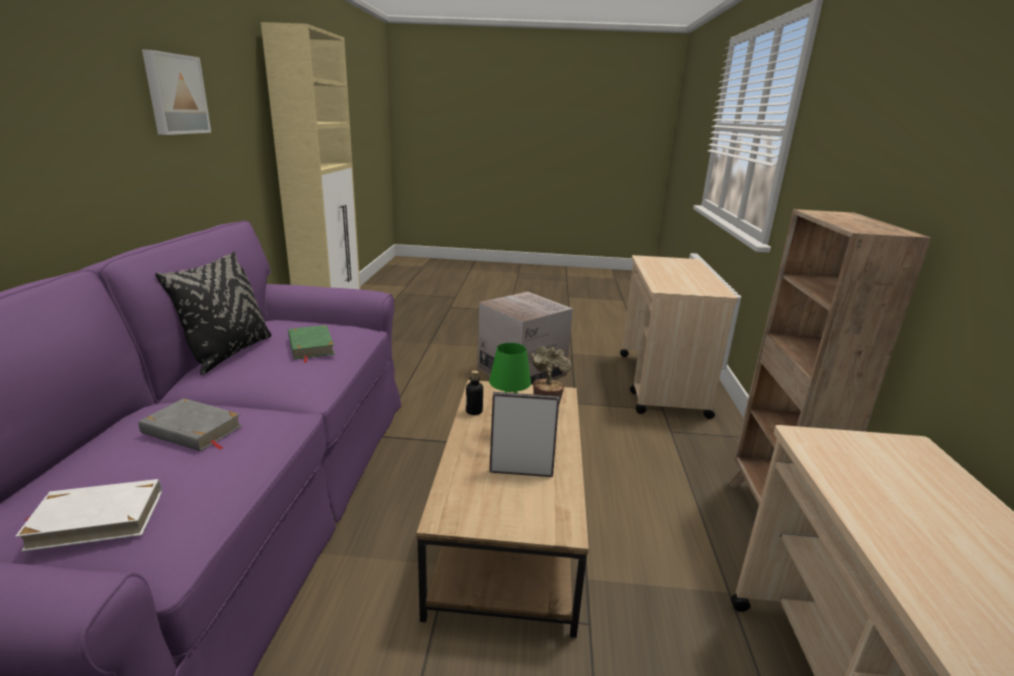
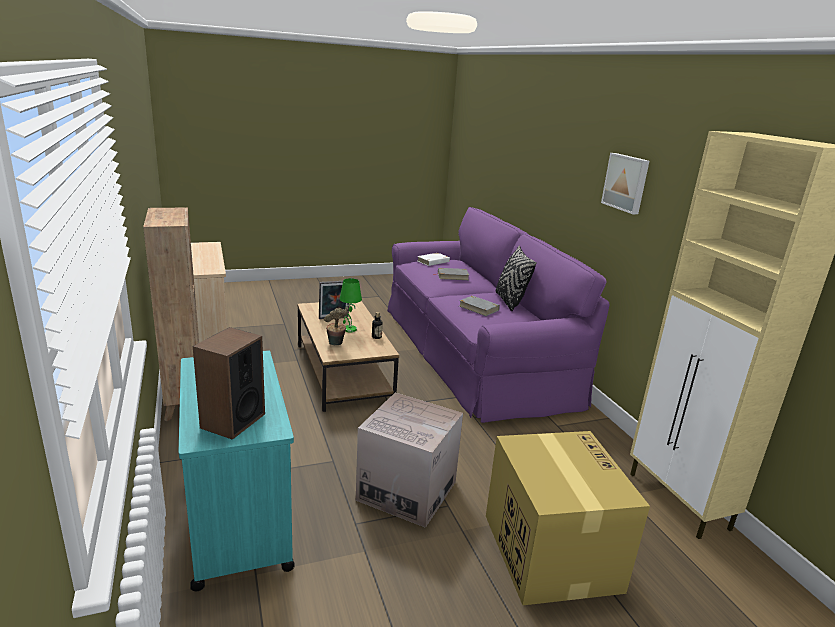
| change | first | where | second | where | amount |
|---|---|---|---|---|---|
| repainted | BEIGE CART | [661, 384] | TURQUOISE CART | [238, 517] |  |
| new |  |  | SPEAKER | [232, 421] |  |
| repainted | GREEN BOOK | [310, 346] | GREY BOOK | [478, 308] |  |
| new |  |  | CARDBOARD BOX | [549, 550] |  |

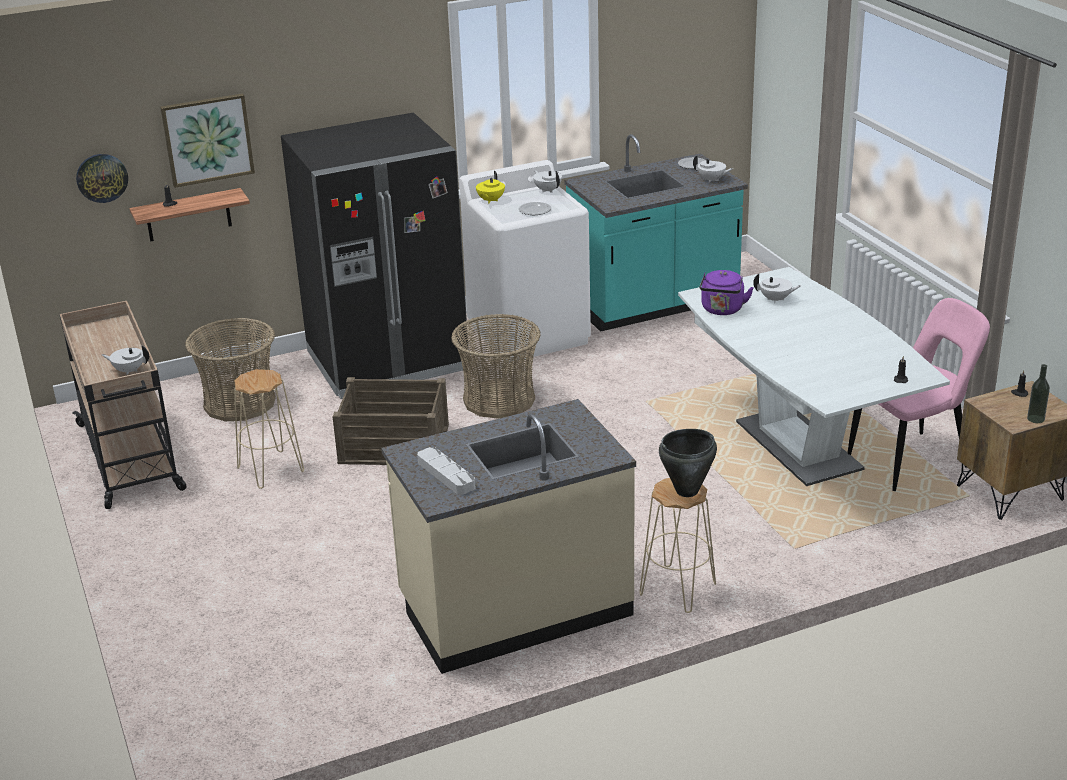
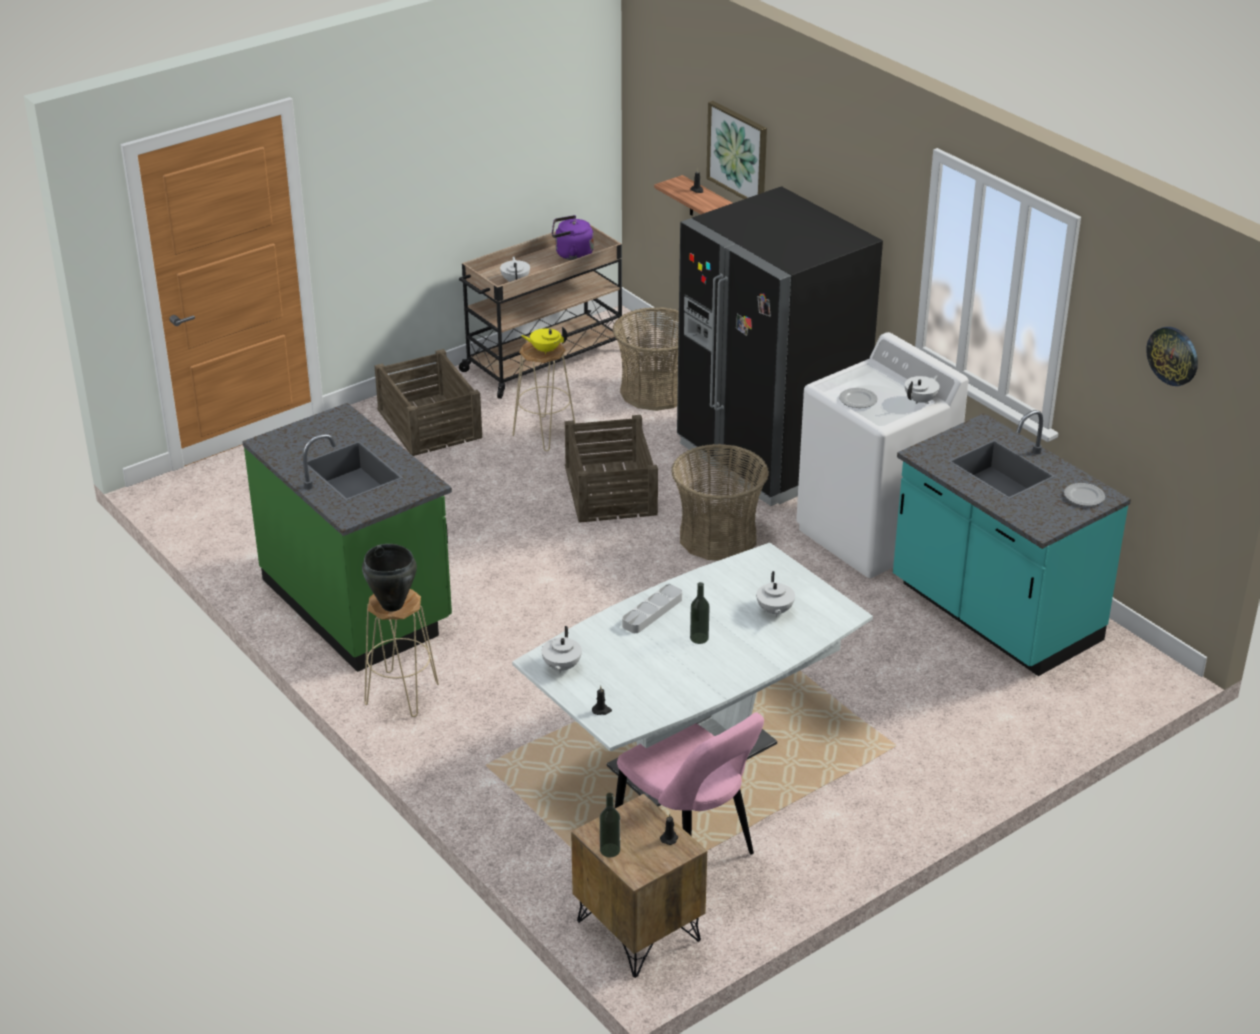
| change | first | where | second | where | amount |
|---|---|---|---|---|---|
| repainted | BEIGE COUNTER | [514, 607] | GREEN COUNTER | [358, 603] |  |
| new |  |  | CRATE | [430, 423] |  |
| shifted | YELLOW TEAPOT | [490, 200] |  | [545, 350] |  |
| shifted | WHITE TEAPOT | [711, 180] |  | [561, 667] |  |
| shifted | PURPLE KETTLE | [722, 310] |  | [571, 254] |  |
| shifted | GREY TRAY | [446, 474] |  | [652, 612] |  |
| new |  |  | BOTTLE | [699, 638] |  |
| shifted | WALL CLOCK | [102, 177] |  | [1173, 355] |  |

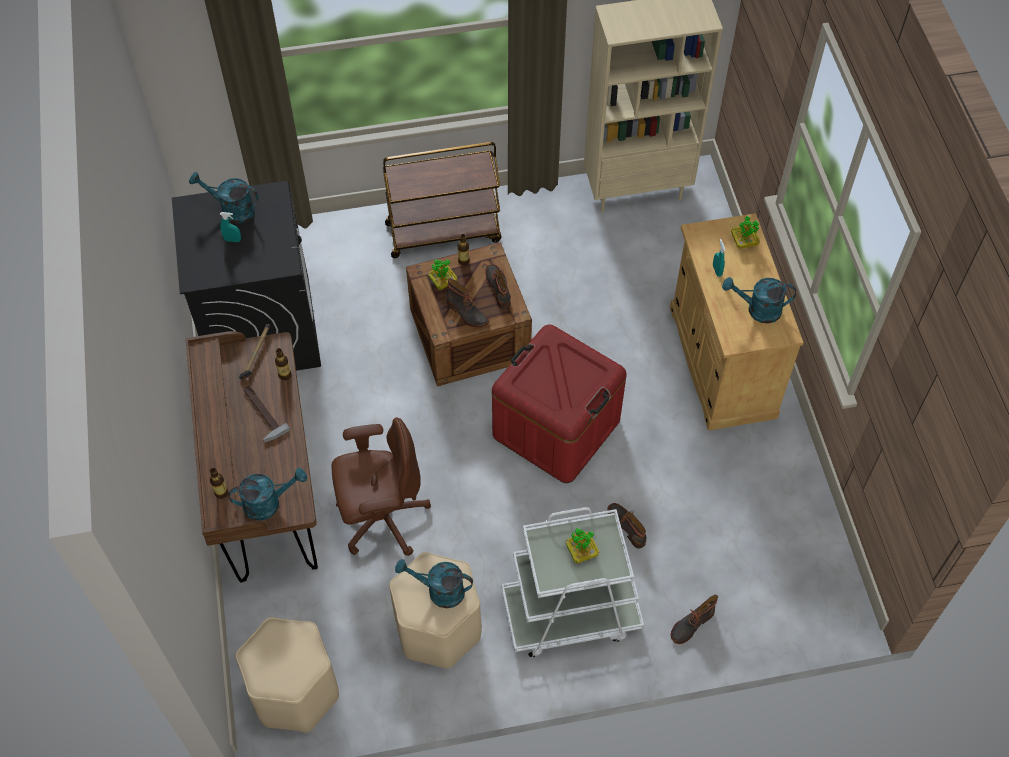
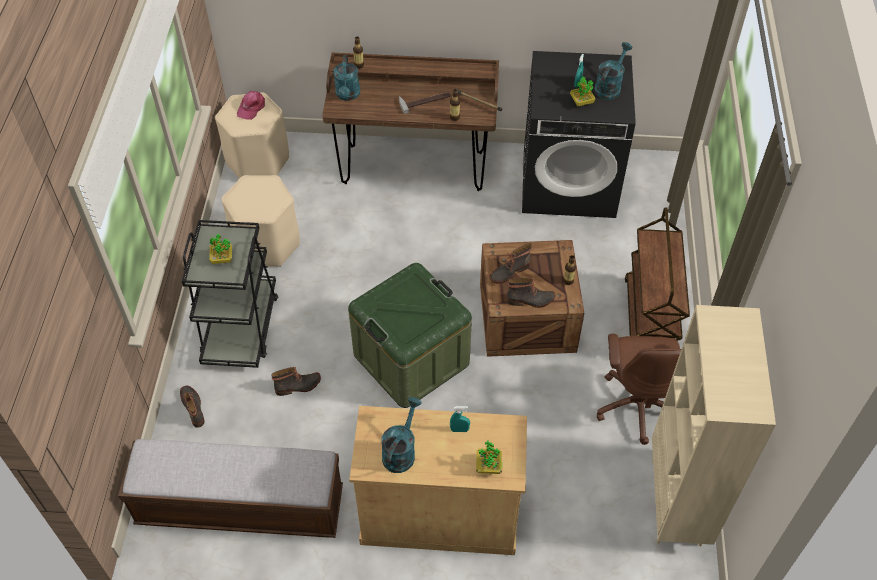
| change | first | where | second | where | amount |
|---|---|---|---|---|---|
| new |  |  | BENCH | [240, 507] |  |
| repainted | WHITE CART | [570, 613] | BLACK CART | [241, 327] |  |
| new |  |  | PINK CAP | [251, 107] |  |
| repainted | RED STORAGE BOX | [556, 428] | GREEN STORAGE BOX | [411, 359] |  |
| shifted | POTTED PLANT | [443, 282] |  | [581, 102] |  |
| shifted | BROWN OFFICE CHAIR | [381, 518] |  | [637, 405] |  |
| gone | TURQUOISE WATERING CAN | [439, 591] |  |  |  |

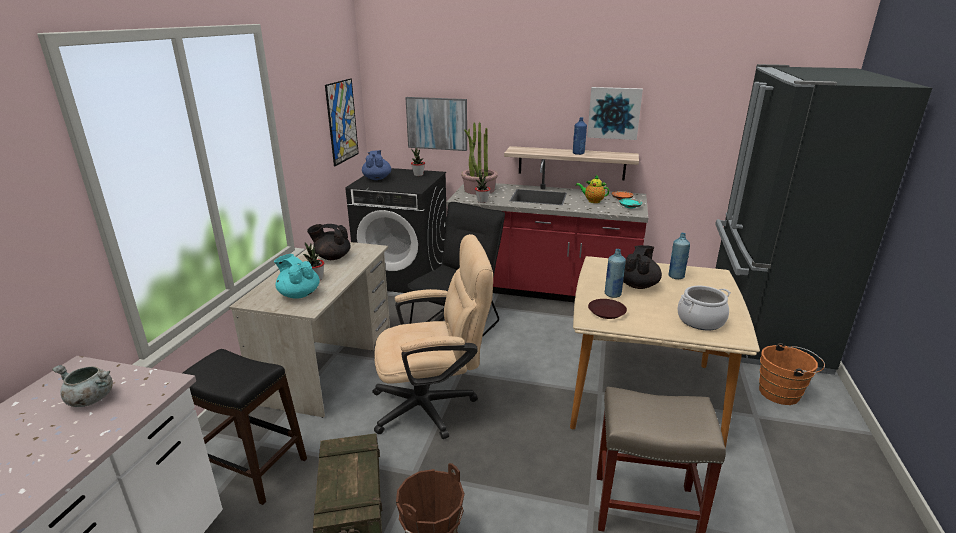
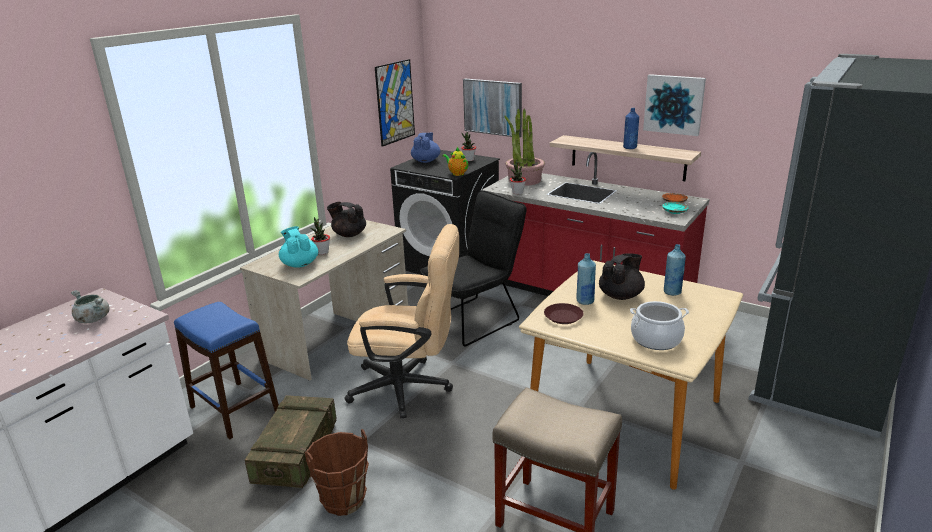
| change | first | where | second | where | amount |
|---|---|---|---|---|---|
| repainted | BLACK STOOL | [251, 468] | BLUE STOOL | [234, 409] |  |
| shifted | TEAPOT | [592, 201] |  | [457, 173] |  |
| gone | ORANGE BUCKET | [782, 393] |  |  |  |

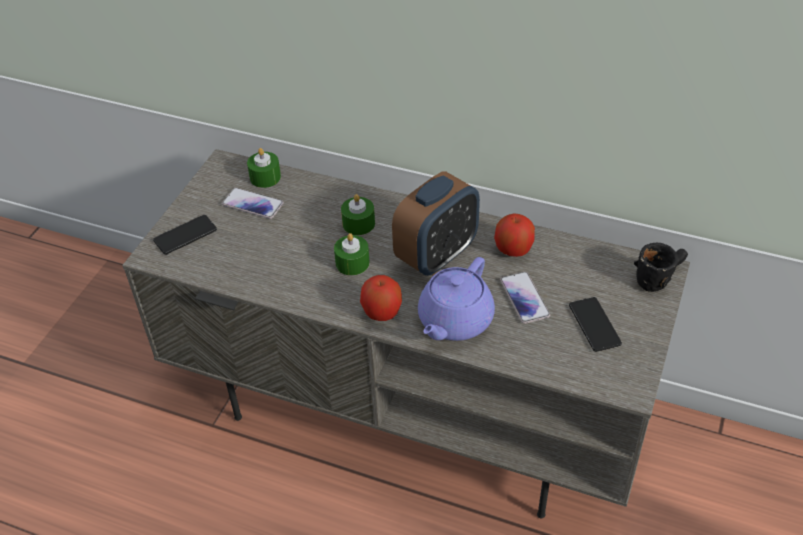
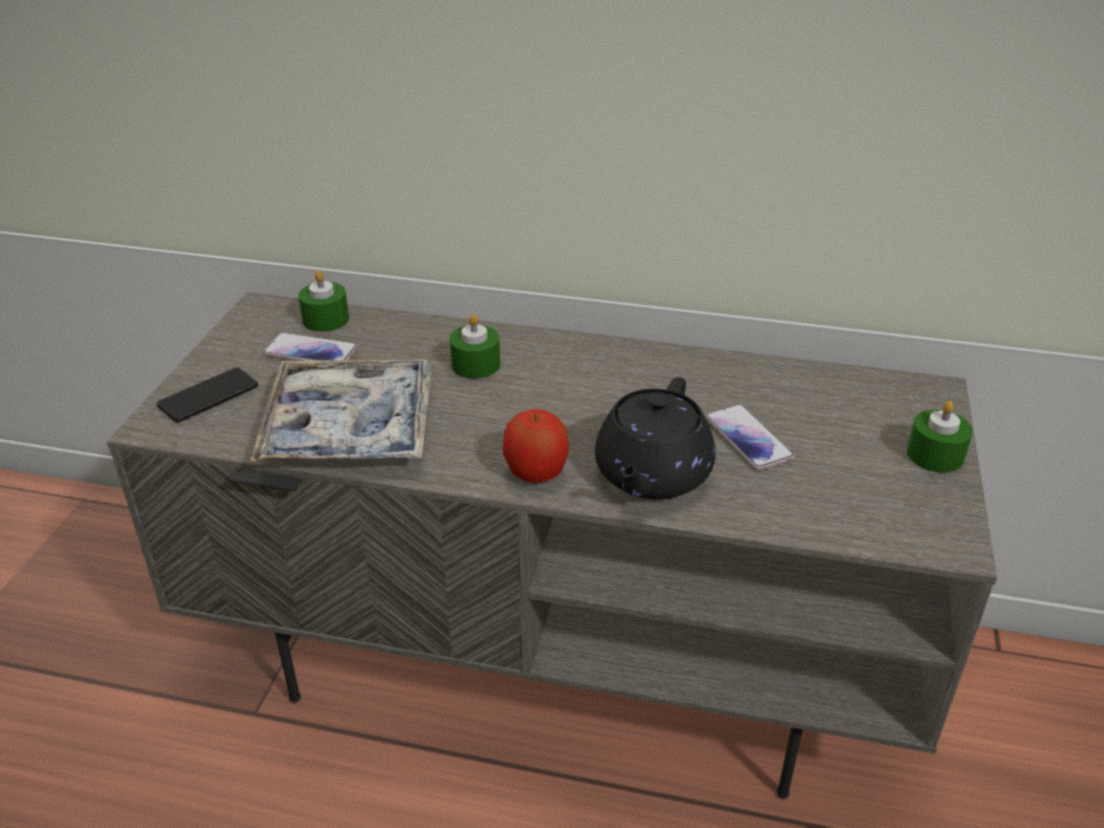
| change | first | where | second | where | amount |
|---|---|---|---|---|---|
| new |  |  | TRAY | [350, 427] |  |
| repainted | PURPLE TEAPOT | [454, 321] | BLACK TEAPOT | [651, 475] |  |
| shifted | GREEN CANDLE | [352, 263] |  | [935, 455] |  |
| gone | ALARM CLOCK | [437, 255] |  |  |  |
| gone | APPLE | [513, 249] |  |  |  |
| gone | PHONE | [594, 325] |  |  |  |
| gone | BLACK MUG | [658, 276] |  |  |  |

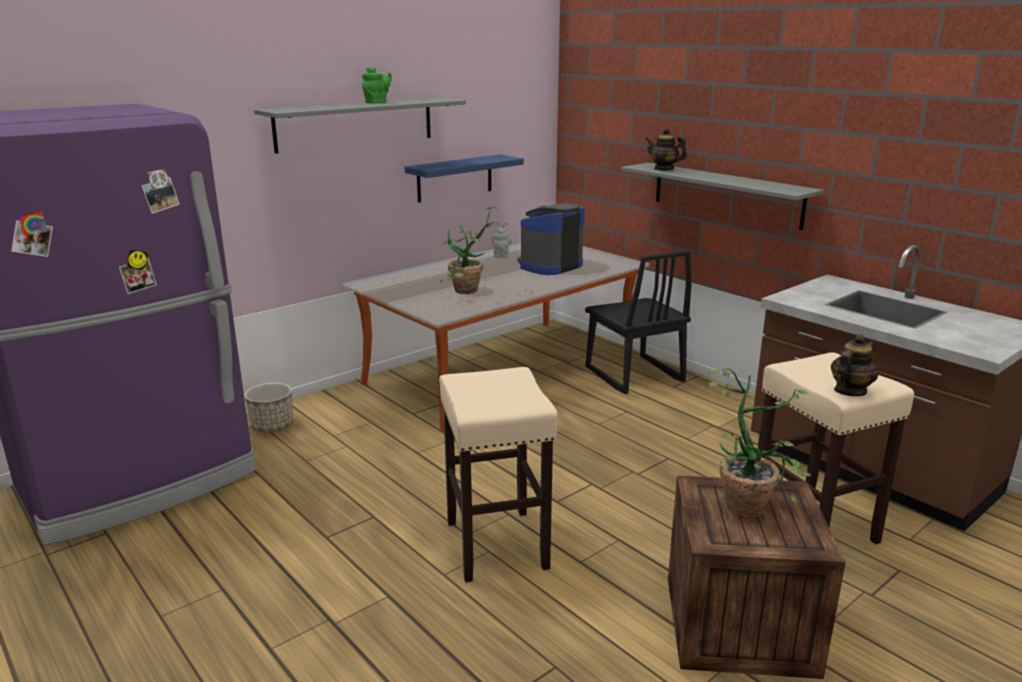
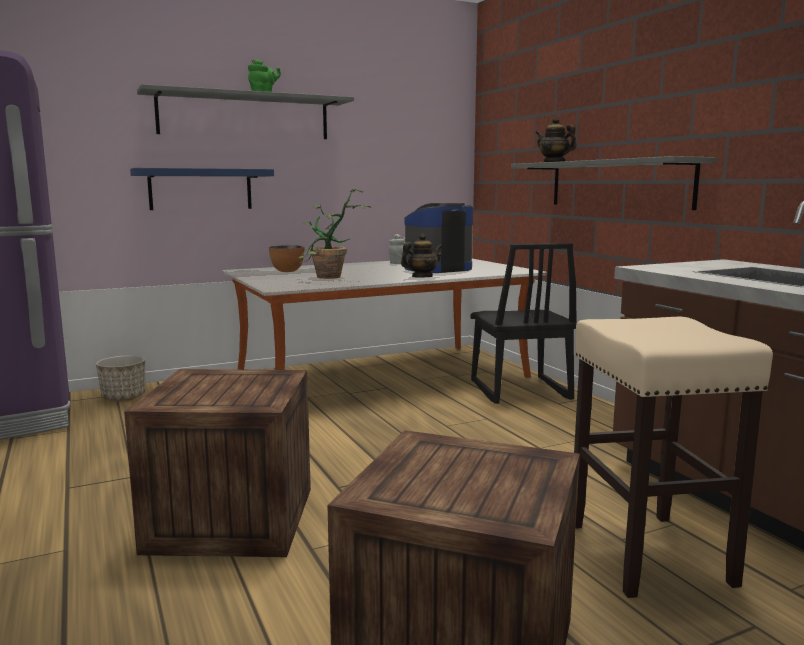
| change | first | where | second | where | amount |
|---|---|---|---|---|---|
| swapped | BEIGE STOOL | [497, 545] | CRATE | [232, 519] |  |
| shifted | BLUE SHELF | [455, 178] |  | [200, 189] |  |
| new |  |  | BOWL | [287, 271] |  |
| shifted | TEAPOT | [849, 391] |  | [421, 277] |  |
| gone | POTTED PLANT | [749, 502] |  |  |  |

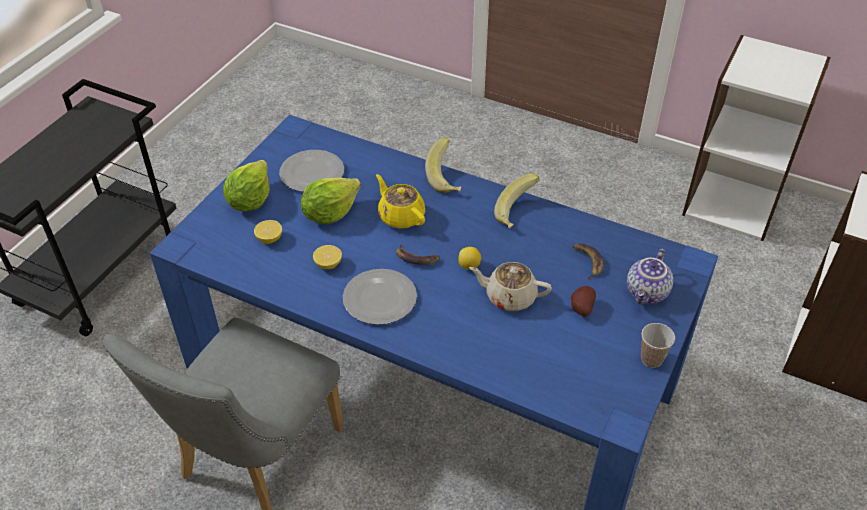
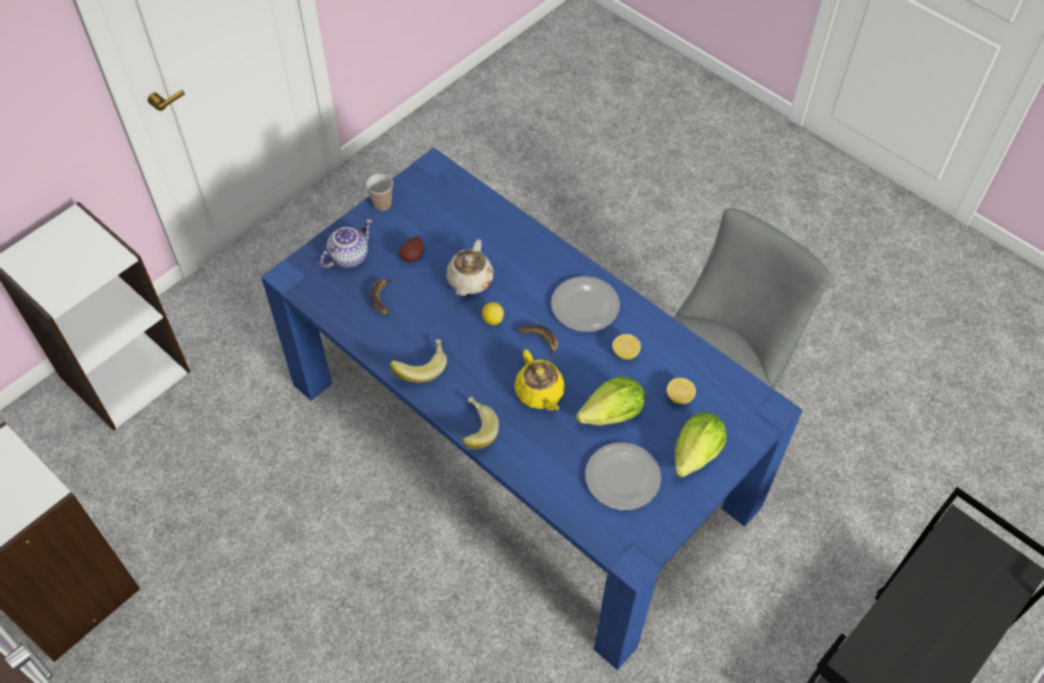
| change | first | where | second | where | amount |
|---|---|---|---|---|---|
| rotated | BEIGE TEAPOT | [509, 296] |  | [469, 281] | 75 degrees clockwise |

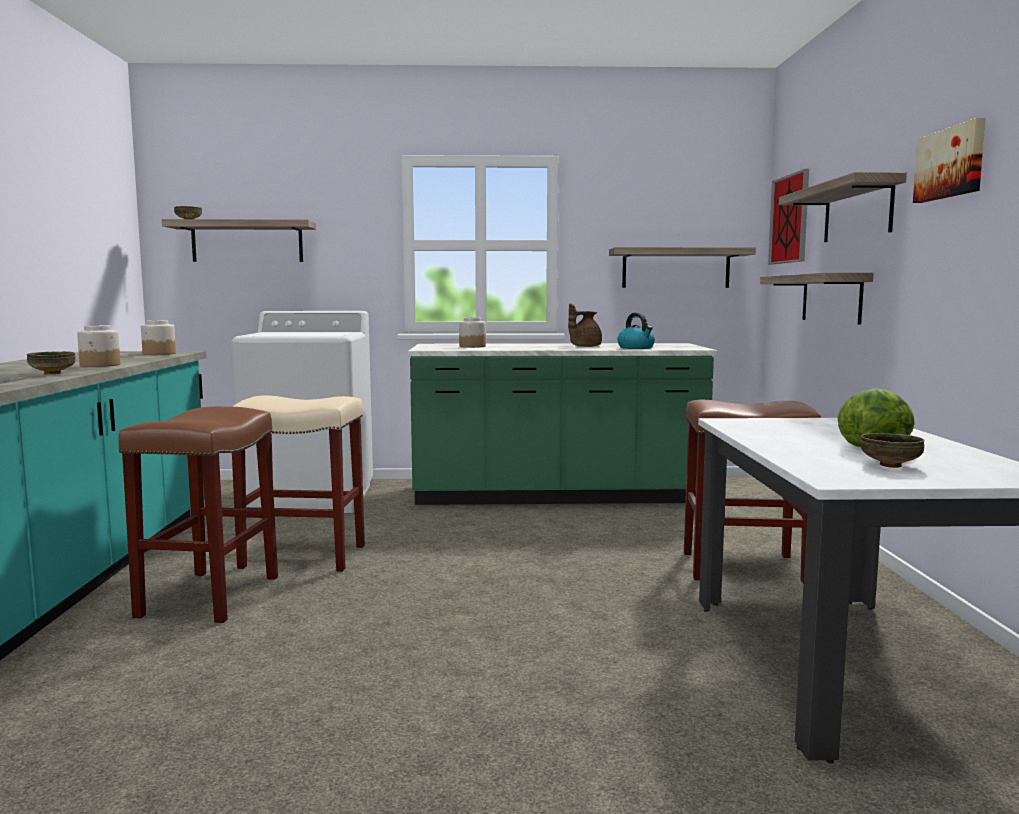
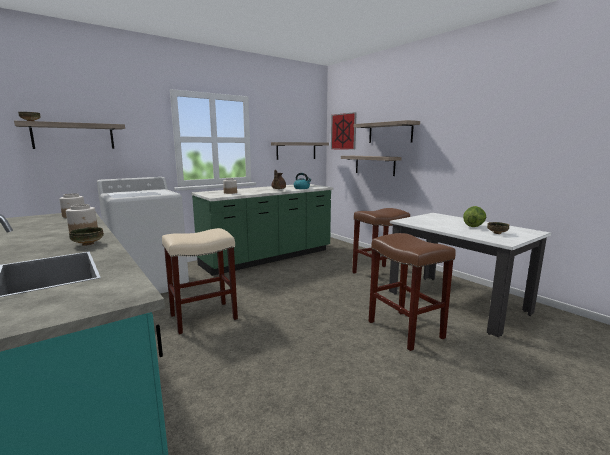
| change | first | where | second | where | amount |
|---|---|---|---|---|---|
| shifted | BROWN STOOL | [210, 595] |  | [404, 329] |  |
| gone | PICTURE | [951, 163] |  |  |  |

